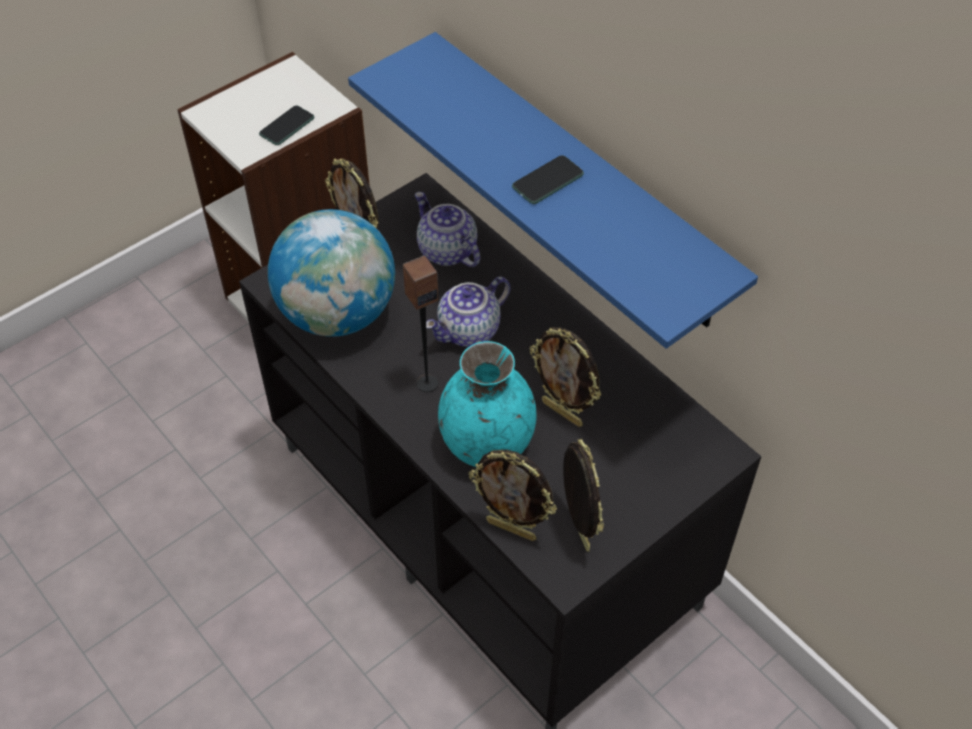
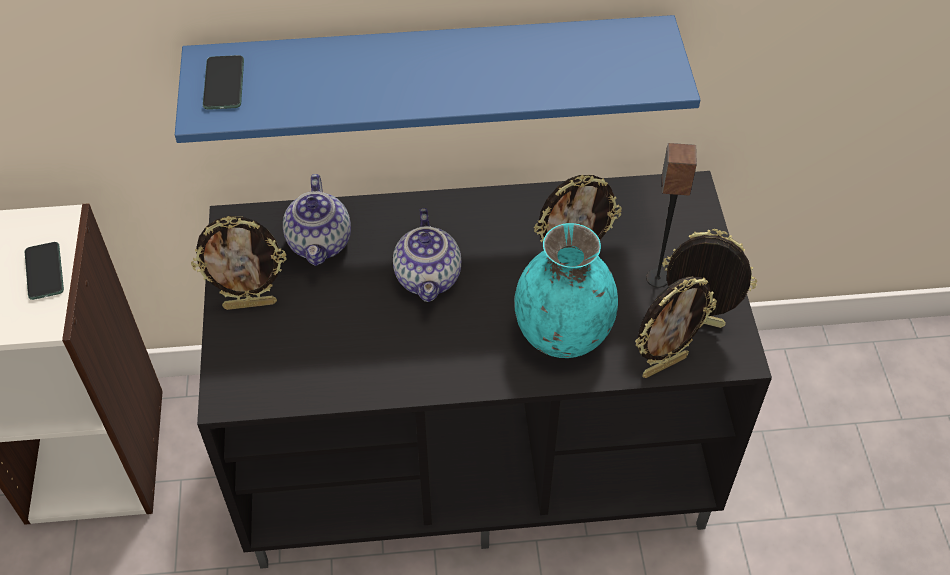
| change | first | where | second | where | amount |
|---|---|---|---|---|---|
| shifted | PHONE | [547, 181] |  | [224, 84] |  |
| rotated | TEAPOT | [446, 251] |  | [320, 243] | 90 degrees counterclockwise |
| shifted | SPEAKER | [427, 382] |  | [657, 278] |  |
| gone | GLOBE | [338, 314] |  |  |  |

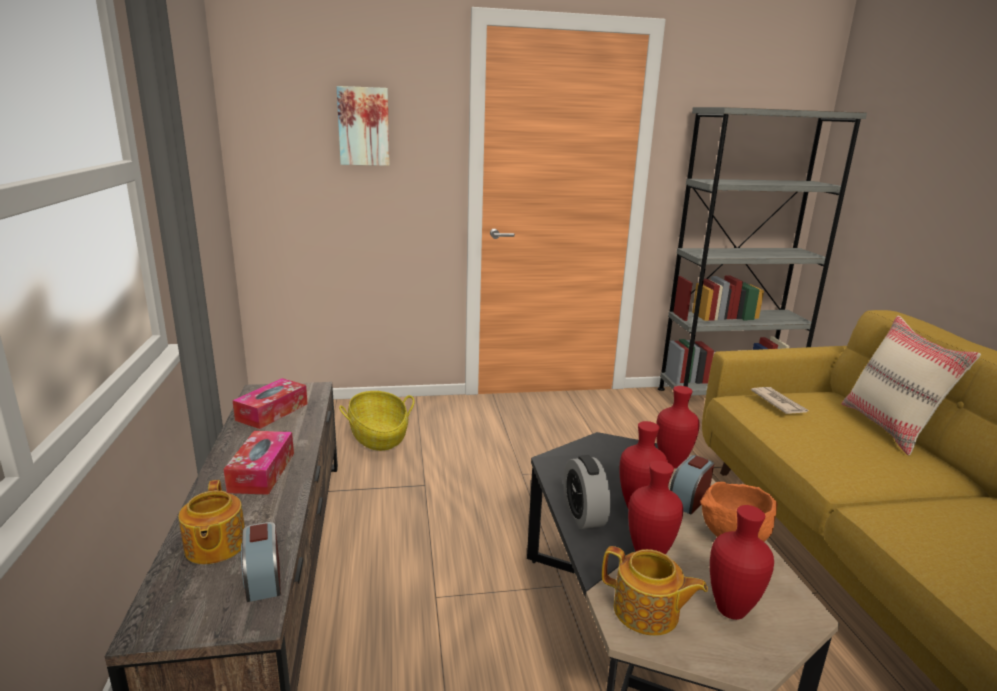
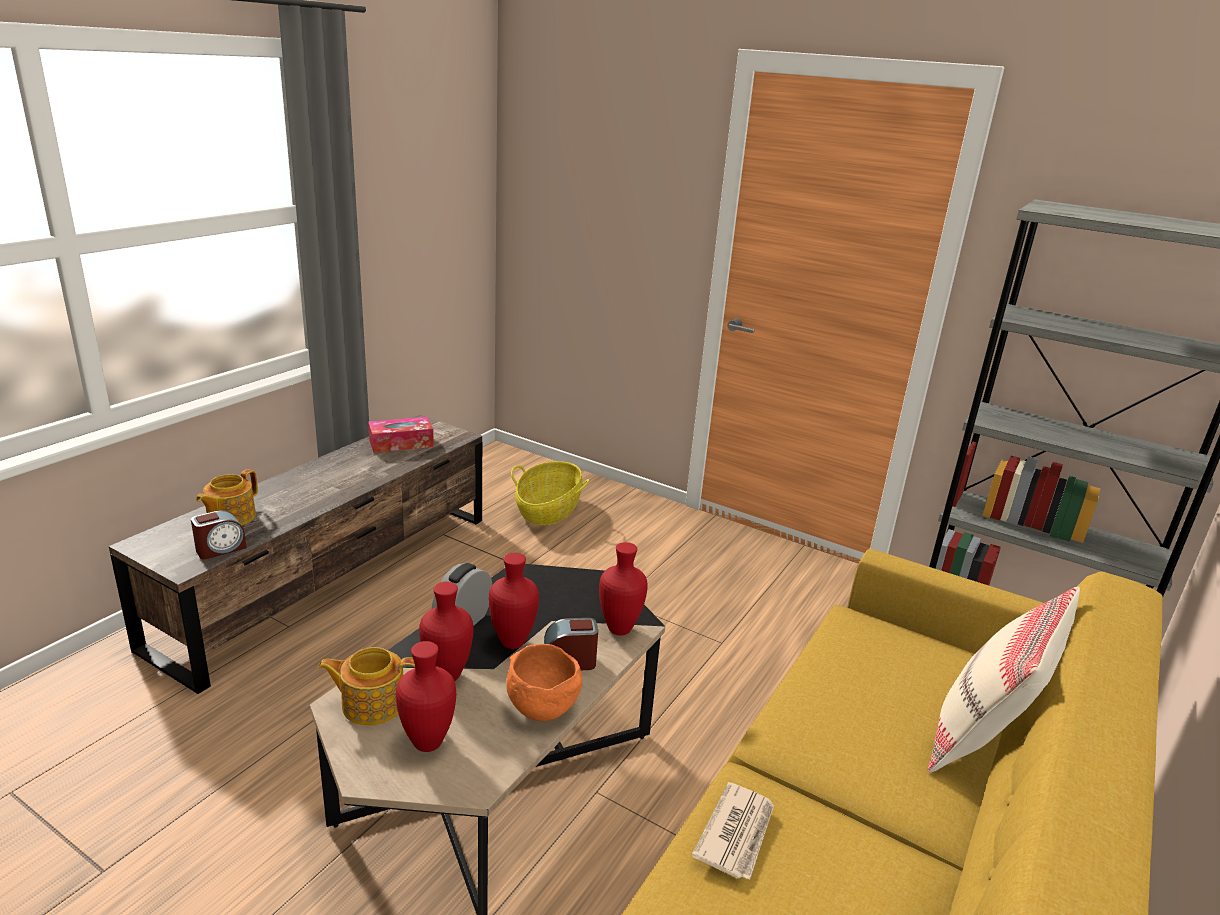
| change | first | where | second | where | amount |
|---|---|---|---|---|---|
| rotated | ALARM CLOCK | [263, 579] |  | [220, 549] | 150 degrees counterclockwise |
| rotated | TEAPOT | [647, 612] |  | [372, 703] | 105 degrees clockwise |
| shifted | NEWSPAPER | [778, 403] |  | [737, 833] |  |
| gone | TISSUE BOX | [262, 472] |  |  |  |
| gone | PICTURE | [363, 126] |  |  |  |

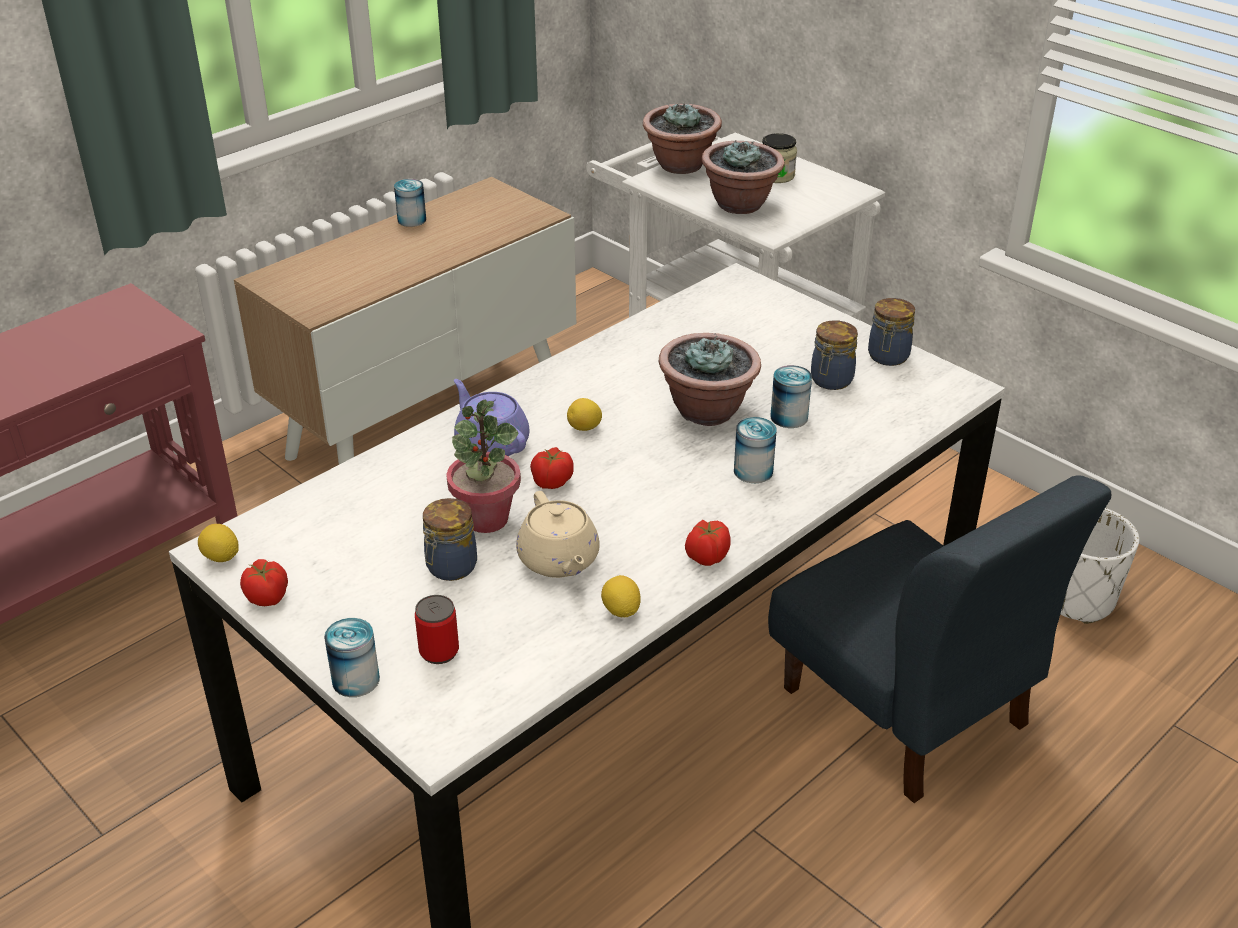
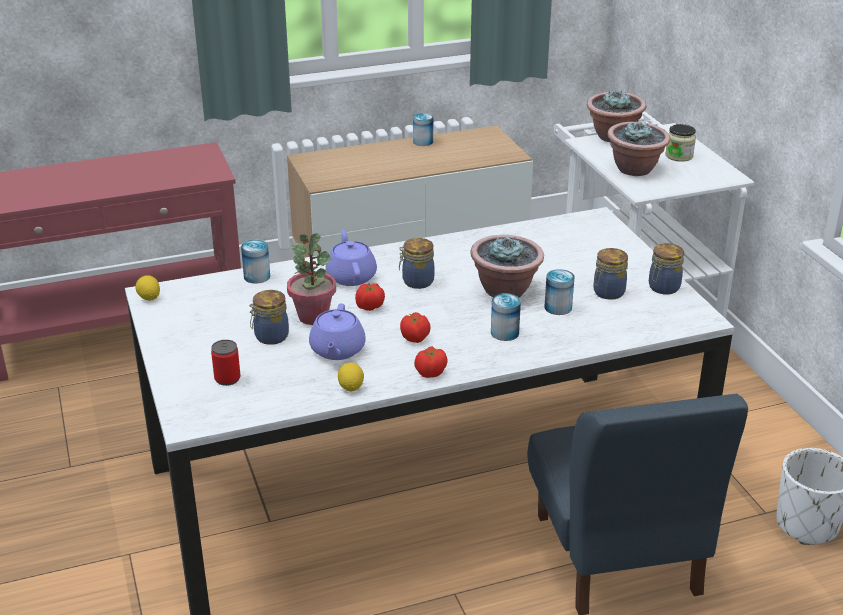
| change | first | where | second | where | amount |
|---|---|---|---|---|---|
| shifted | CAN | [355, 680] |  | [257, 276] |  |
| repainted | BEIGE TEAPOT | [559, 560] | PURPLE TEAPOT | [337, 350] |  |
| swapped | LEMON | [584, 428] | JAR | [416, 282] |  |
| shifted | TOMATO | [267, 597] |  | [415, 338] |  |

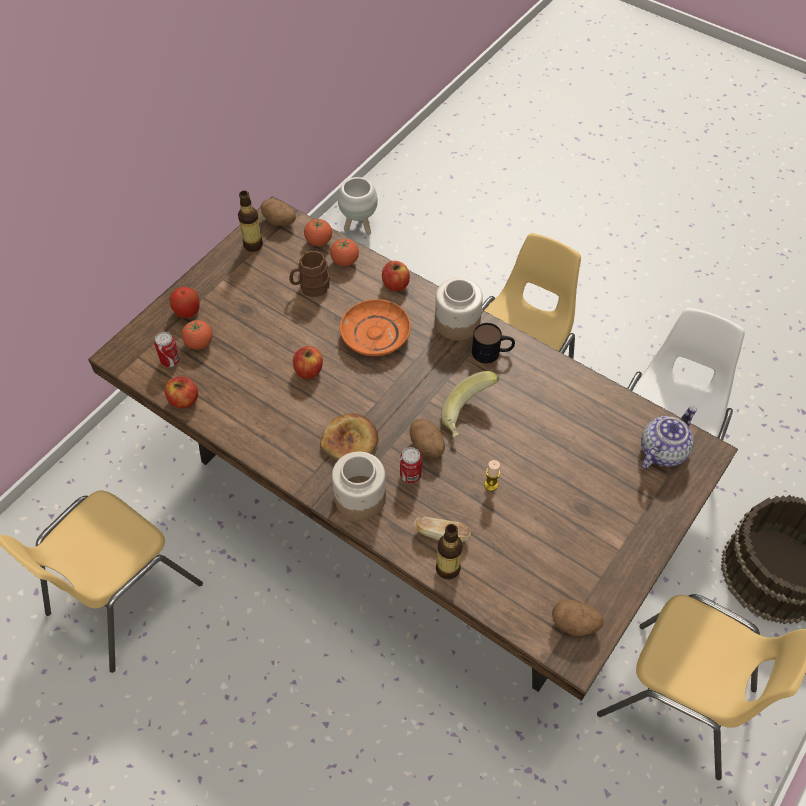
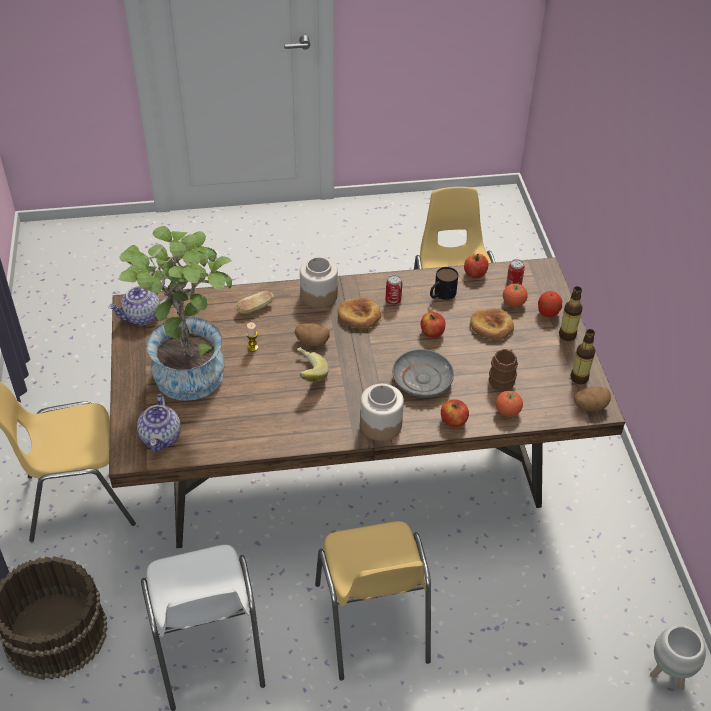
| change | first | where | second | where | amount |
|---|---|---|---|---|---|
| swapped | POTATO | [575, 624] | TEAPOT | [142, 317] |  |
| new |  |  | POTTED PLANT | [189, 367] |  |
| shifted | CAN | [410, 475] |  | [393, 301] |  |
| repainted | ORANGE PLATE | [375, 335] | GREY PLATE | [422, 379] |  |
| shifted | MUG | [492, 352] |  | [441, 294] |  |
| new |  |  | BREAD | [491, 326] |  |
| shifted | BOTTLE | [447, 569] |  | [567, 335] |  |
| gone | TOMATO | [319, 241] |  |  |  |

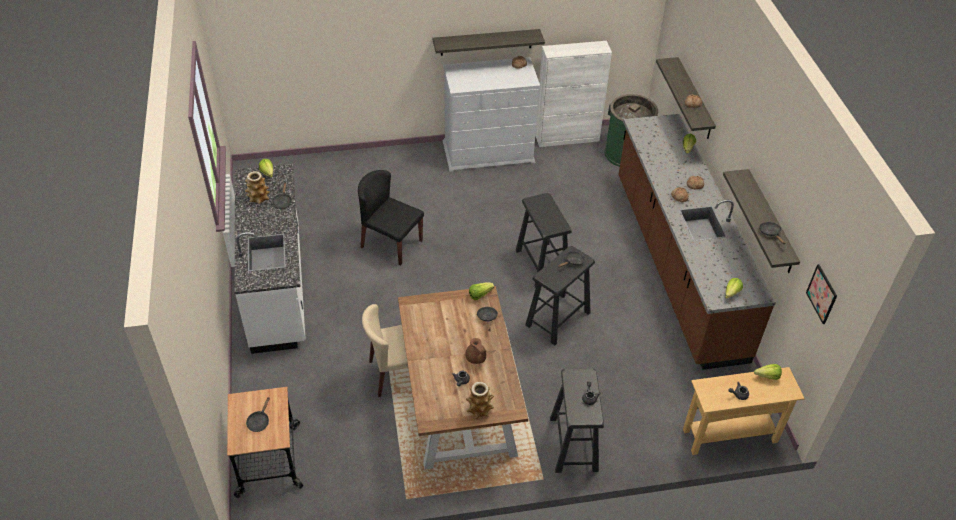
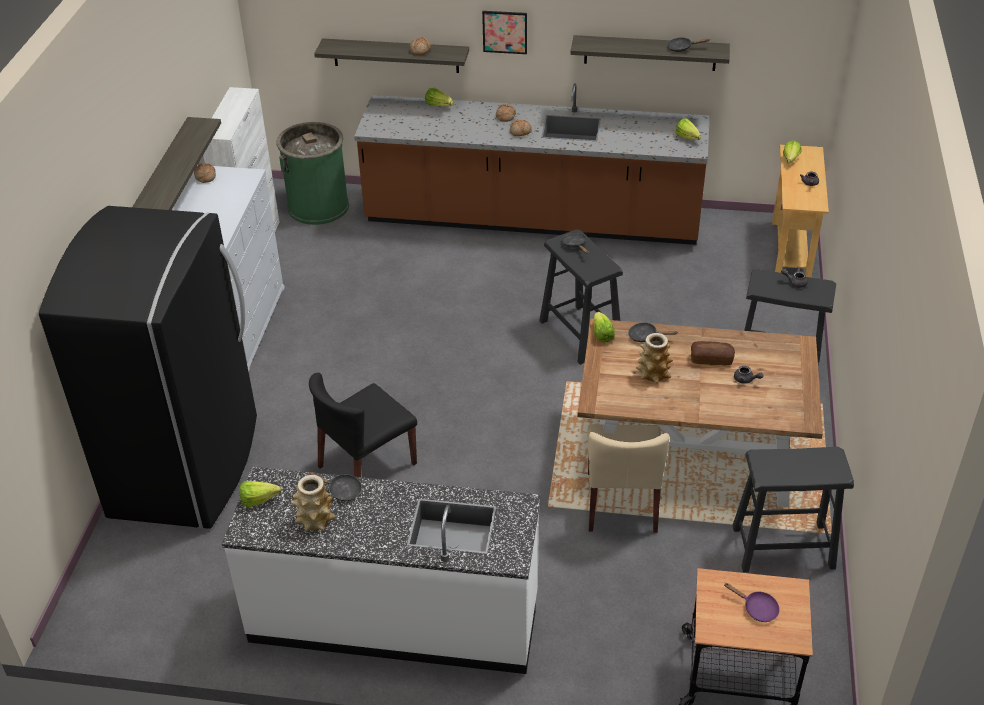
| change | first | where | second | where | amount |
|---|---|---|---|---|---|
| new |  |  | BLACK FRIDGE | [187, 466] |  |
| shifted | PICTURE | [822, 294] |  | [505, 32] |  |
| shifted | VASE | [479, 409] |  | [653, 373] |  |
| swapped | BROWN TEAPOT | [476, 358] | BREAD | [711, 359] |  |
| repainted | BLACK FRYING PAN | [259, 421] | PURPLE FRYING PAN | [757, 608] |  |
| shifted | BLACK STOOL | [542, 265] |  | [783, 547] |  |

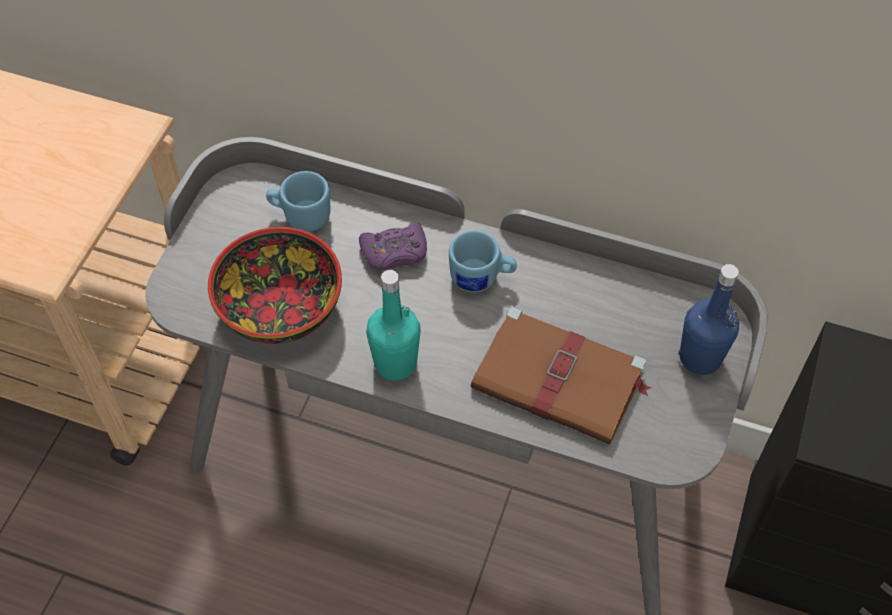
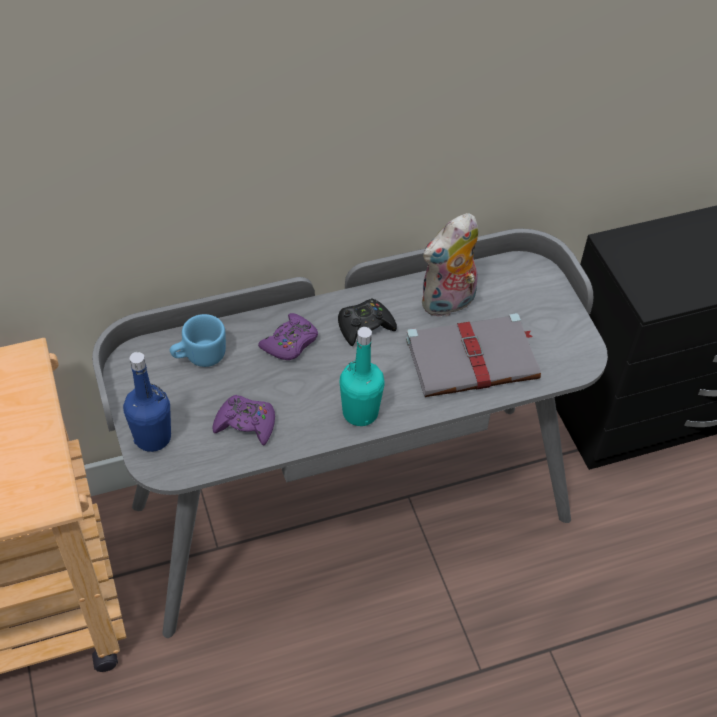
| change | first | where | second | where | amount |
|---|---|---|---|---|---|
| shifted | BLUE BOTTLE | [700, 357] |  | [152, 437] |  |
| swapped | BOWL | [282, 306] | PURPLE GAME CONTROLLER | [246, 424] |  |
| swapped | BLUE MUG | [481, 278] | BLACK GAME CONTROLLER | [365, 326] |  |
| repainted | BROWN BOOK | [561, 380] | GREY BOOK | [474, 359] |  |
| new |  |  | PLUSH TOY | [448, 304] |  |

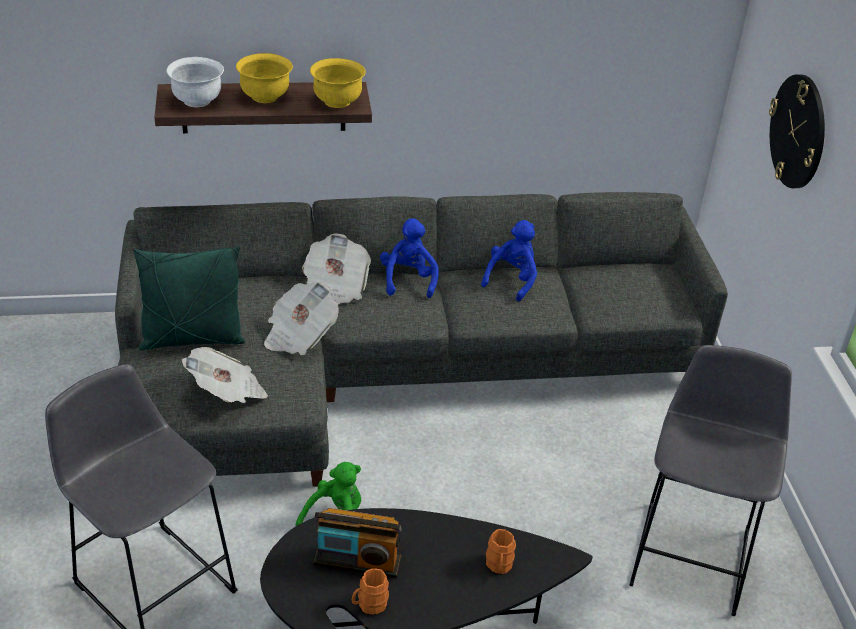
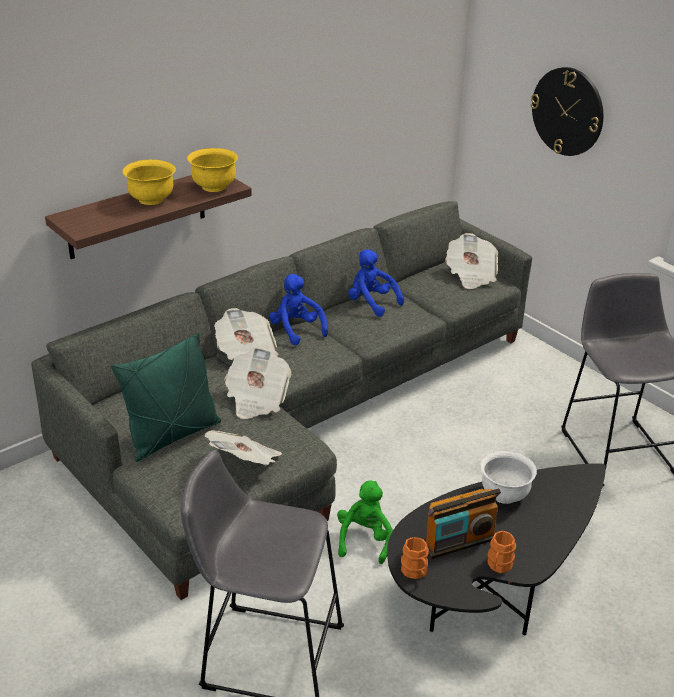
| change | first | where | second | where | amount |
|---|---|---|---|---|---|
| rotated | BLUE PLUSH TOY | [512, 280] |  | [371, 303] | 45 degrees counterclockwise |
| shifted | ORANGE MUG | [499, 566] |  | [415, 572] |  |
| new |  |  | NEWSPAPER | [470, 275] |  |
| shifted | WHITE BOWL | [197, 101] |  | [504, 494] |  |

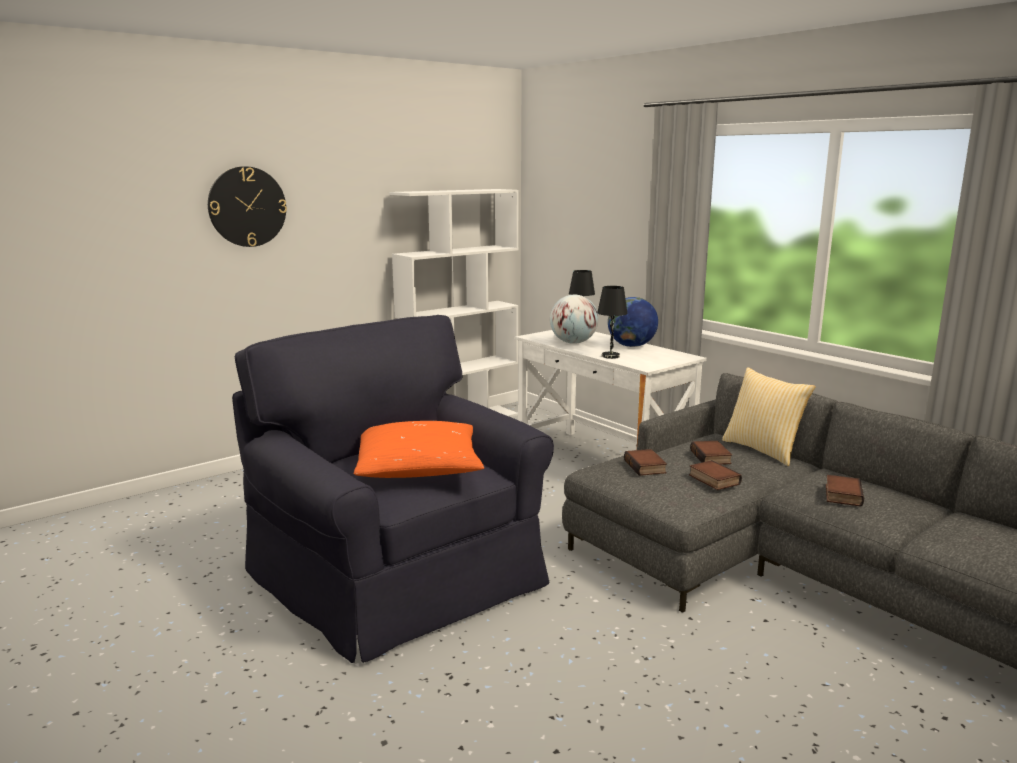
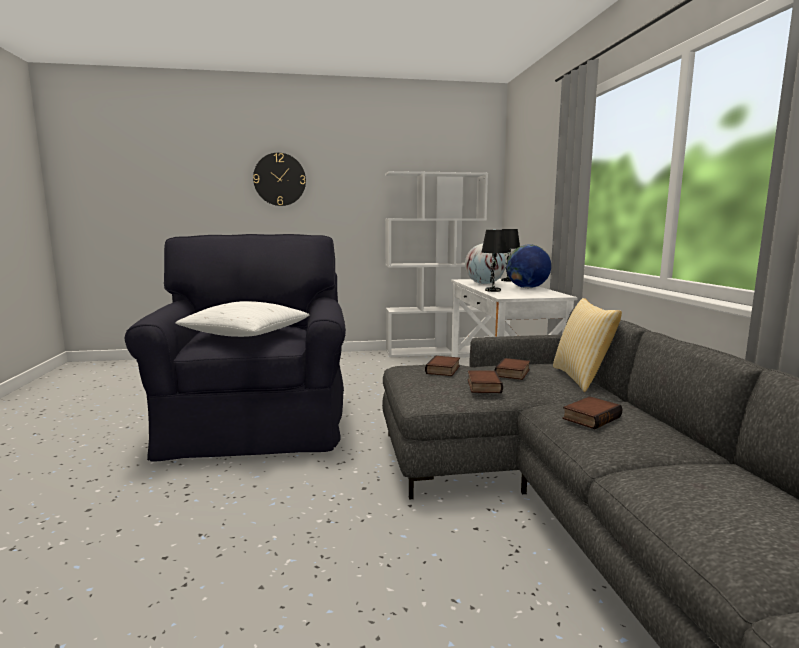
| change | first | where | second | where | amount |
|---|---|---|---|---|---|
| repainted | ORANGE PILLOW | [418, 467] | WHITE PILLOW | [246, 334] |  |

